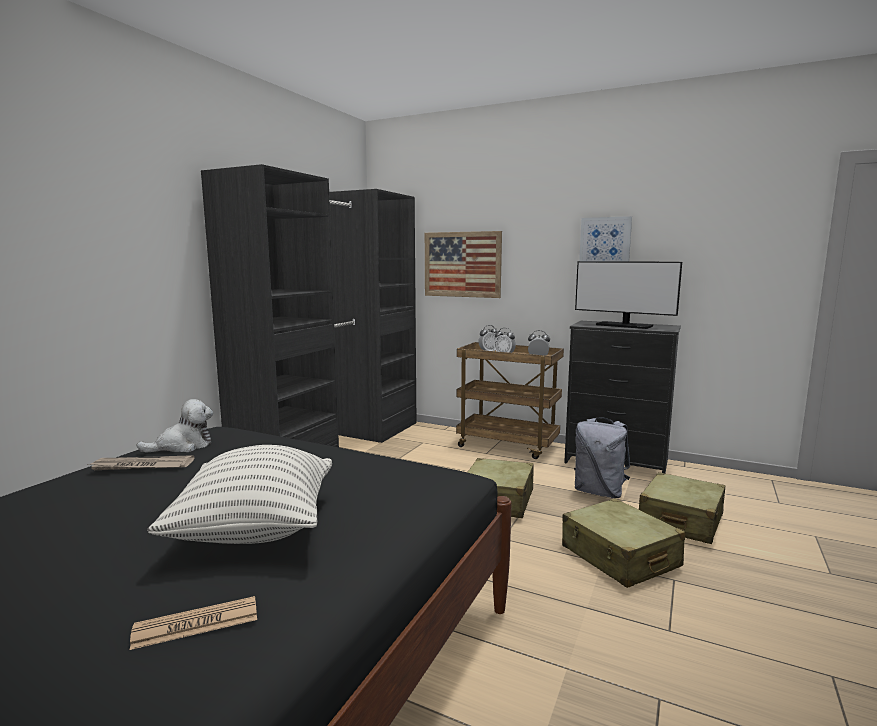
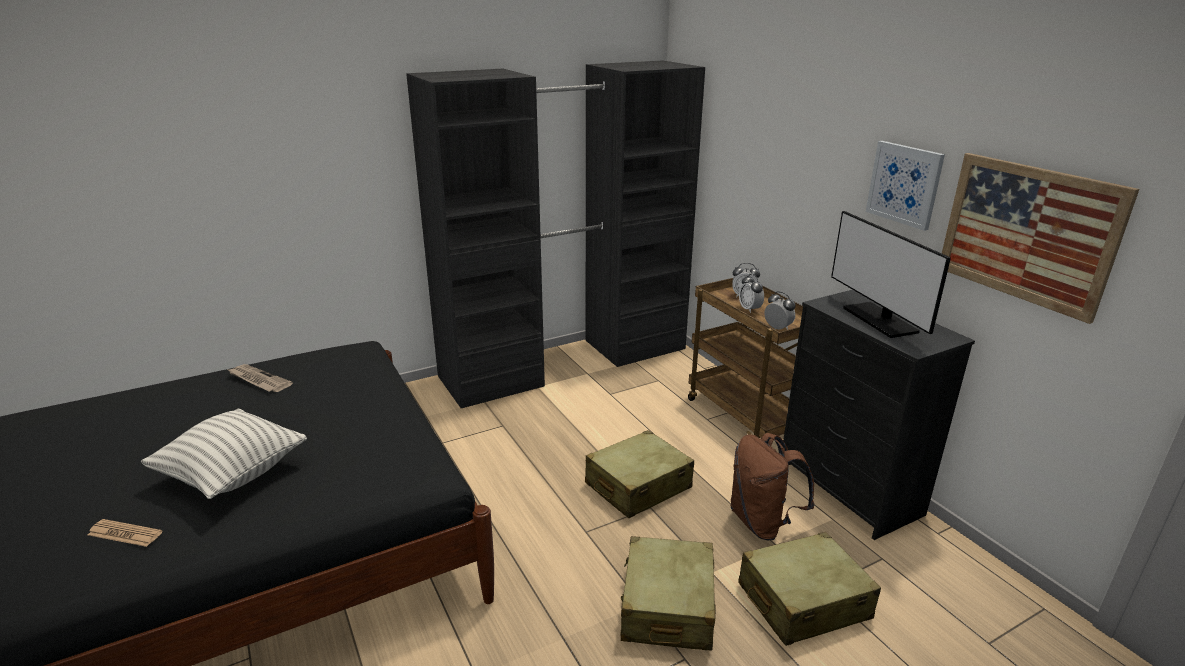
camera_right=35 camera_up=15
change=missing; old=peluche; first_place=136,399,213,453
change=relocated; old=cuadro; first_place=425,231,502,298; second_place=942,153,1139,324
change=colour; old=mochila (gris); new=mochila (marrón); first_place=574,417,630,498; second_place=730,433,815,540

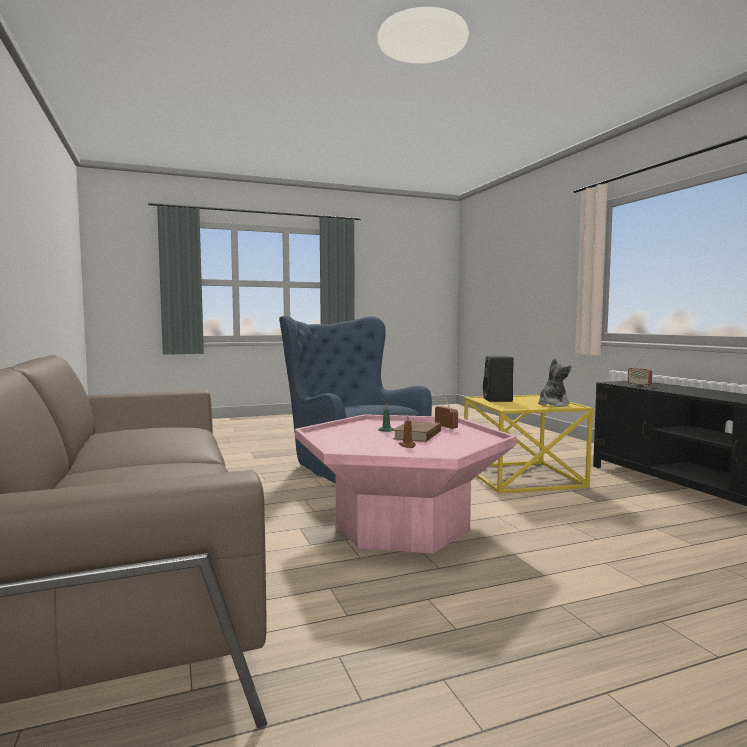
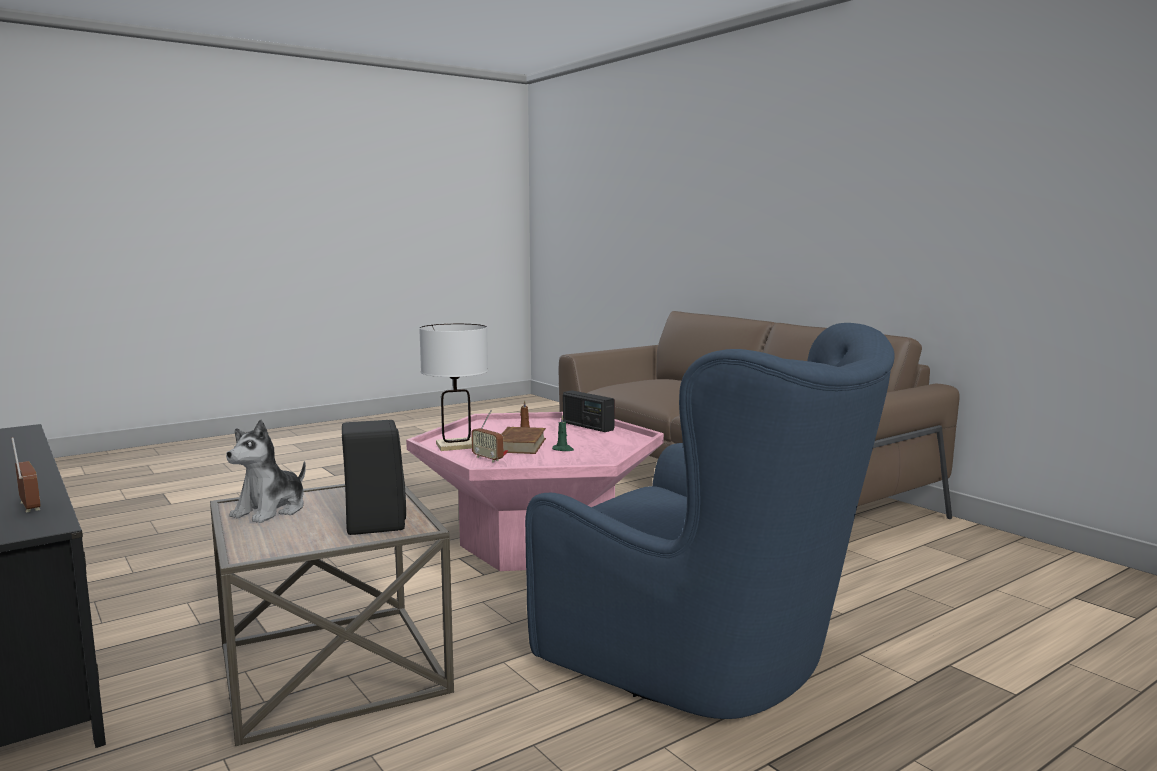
camera_right=165 camera_up=5
change=appeared; new=lámpara de mesa (blanco); second_place=419,323,488,451
change=appeared; new=radio; second_place=563,390,615,432
change=colour; old=mesa auxiliar (amarillo); new=mesa auxiliar (marrón); first_place=464,395,593,494; second_place=210,484,454,746

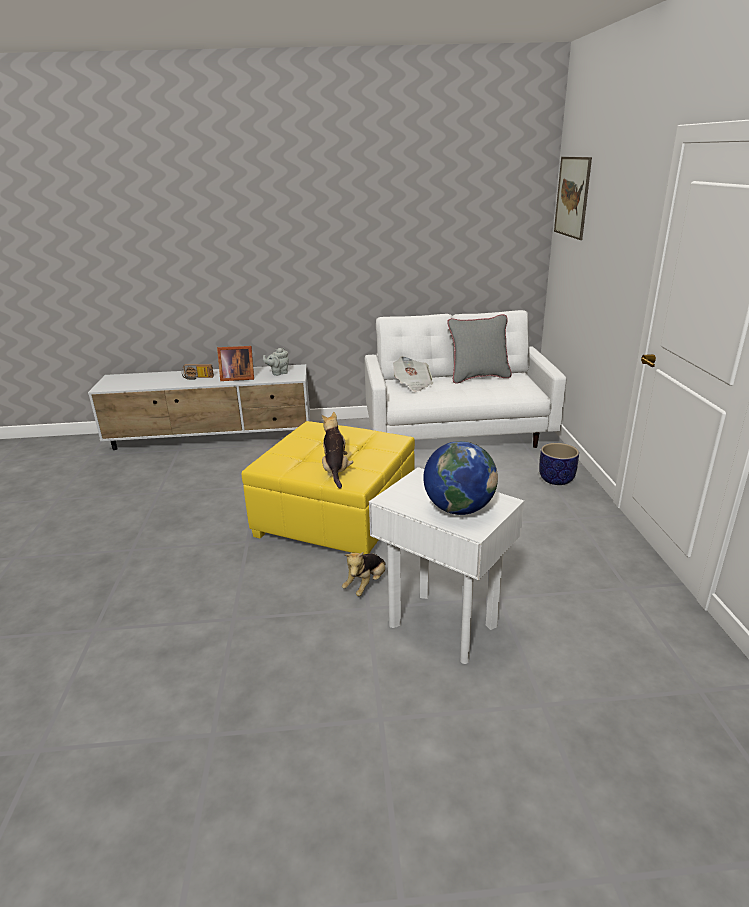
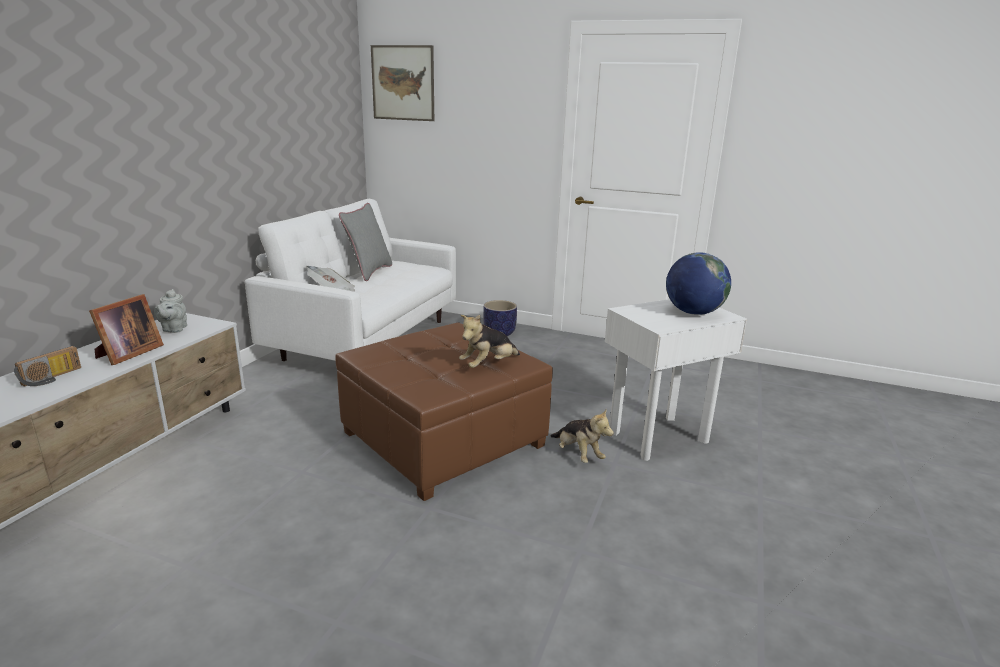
camera_right=-65 camera_up=-5
change=colour; old=puf (amarillo); new=puf (marrón); first_place=242,421,415,554; second_place=335,322,553,501
change=spun; old=peluche; first_place=322,412,353,489; second_place=459,315,520,368; degrees=-60

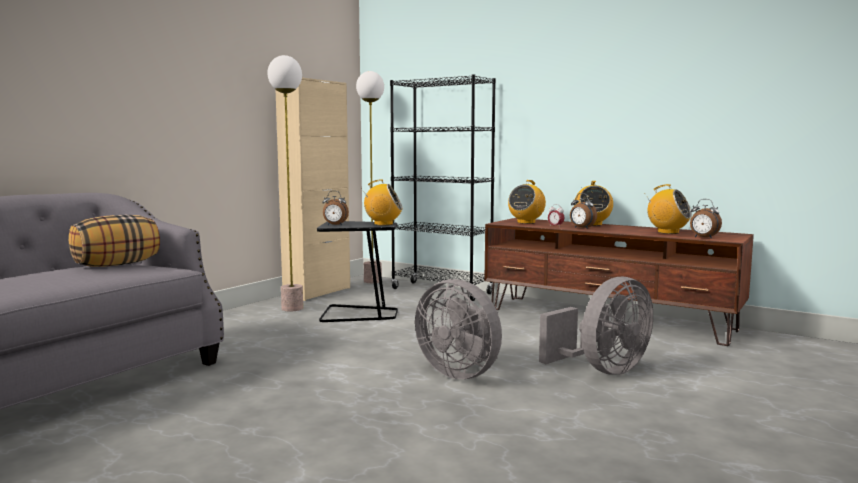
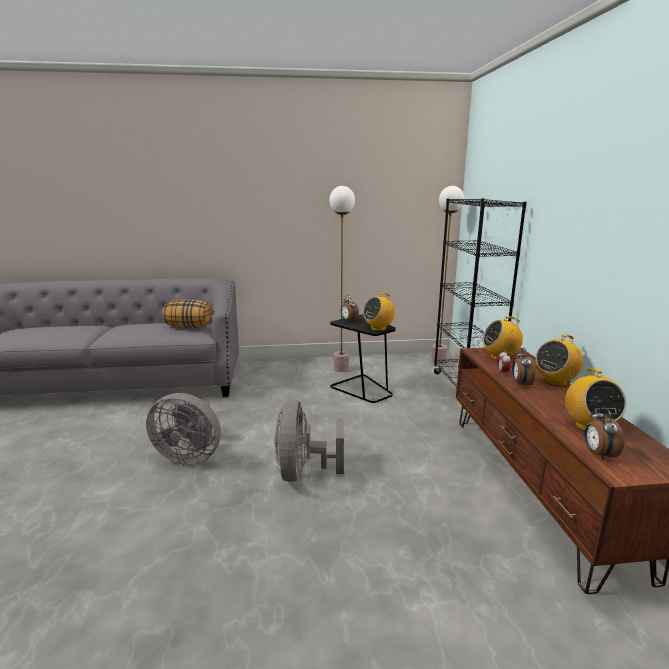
camera_right=50 camera_up=10
change=missing; old=armario (beis); first_place=276,78,350,301
change=relocated; old=ventilador (gris); first_place=539,277,653,375; second_place=146,393,221,465
change=spun; old=radio; first_place=361,180,403,226; second_place=363,293,395,331; degrees=90

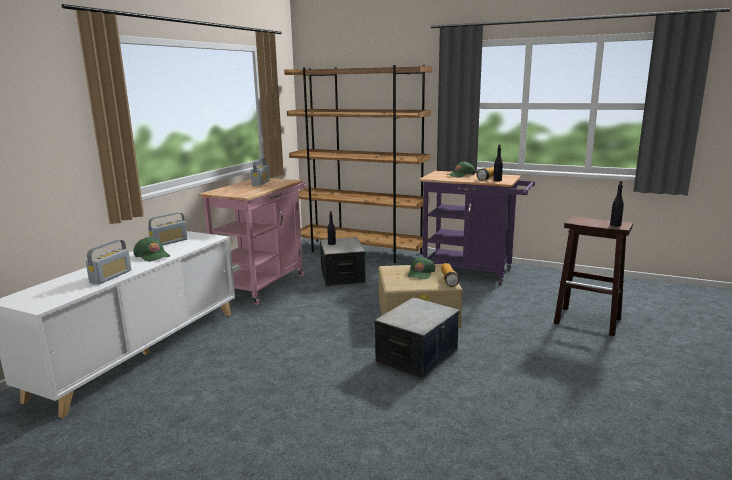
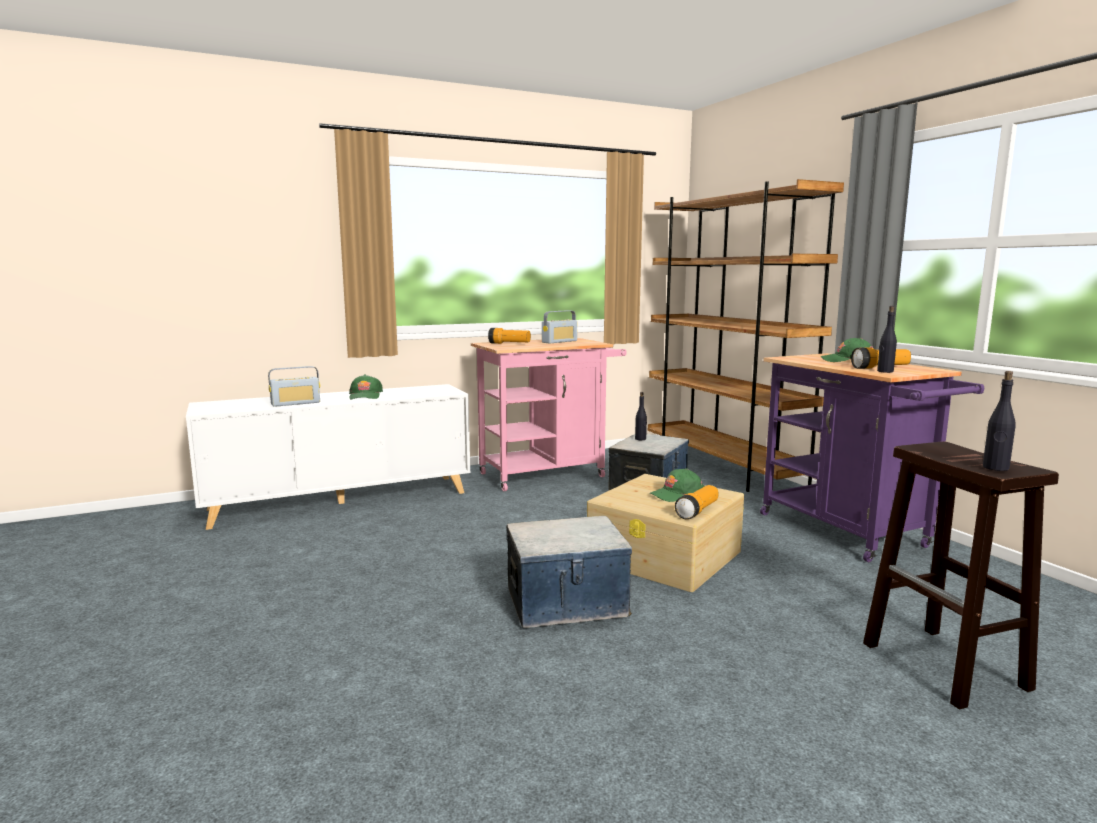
camera_right=40 camera_up=-5
change=missing; old=radio; first_place=148,212,188,246
change=appeared; new=linterna; second_place=488,328,531,344

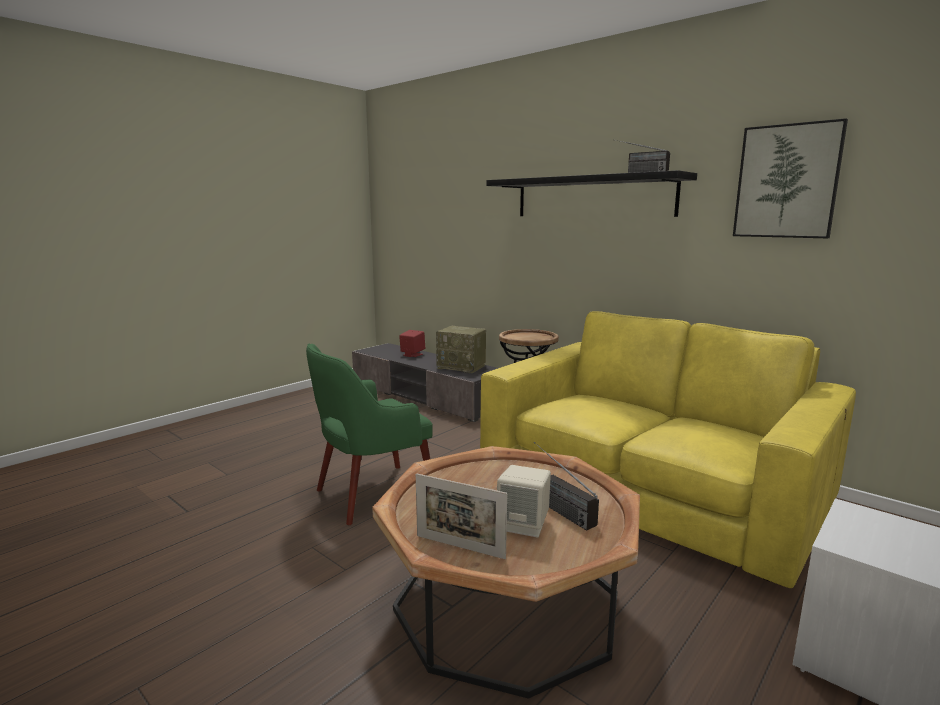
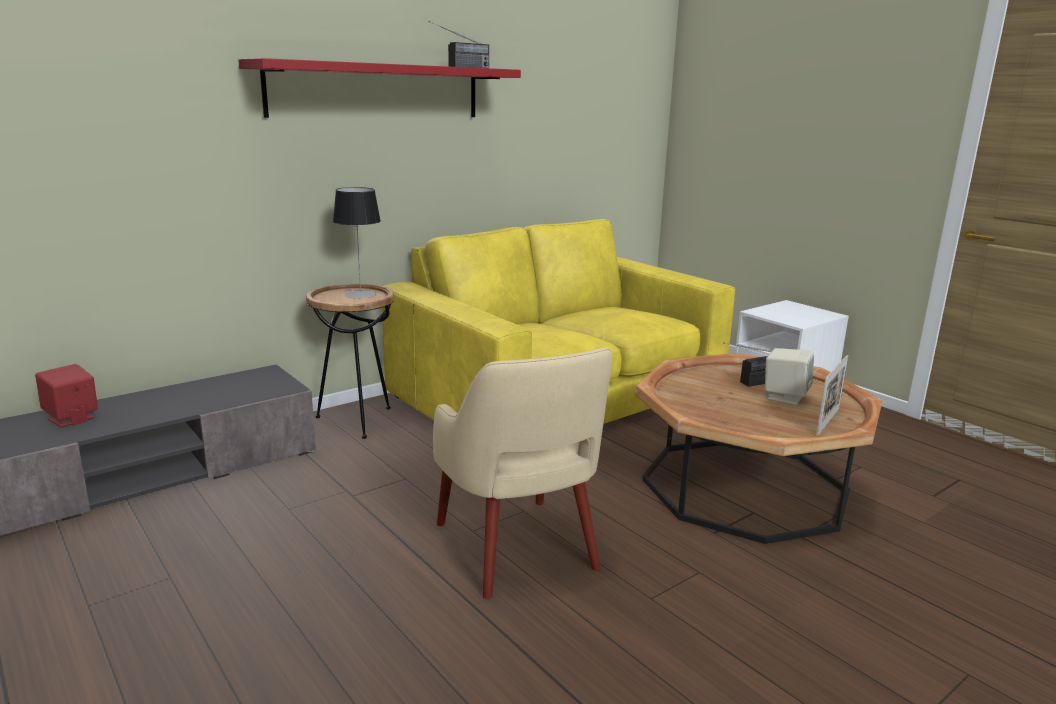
camera_right=-80 camera_up=5
change=missing; old=radio; first_place=436,326,486,373
change=missing; old=cuadro; first_place=733,118,848,238
change=appeared; new=lámpara de mesa; second_place=333,187,381,298
change=colour; old=sillón (verde); new=sillón (beis); first_place=306,344,433,525; second_place=433,348,612,599
change=colour; old=estante (negro); new=estante (rojo); first_place=486,170,697,217; second_place=238,58,521,118

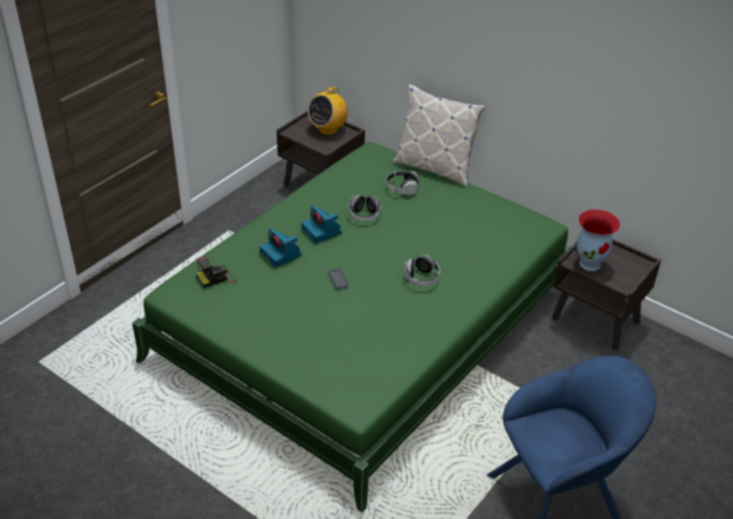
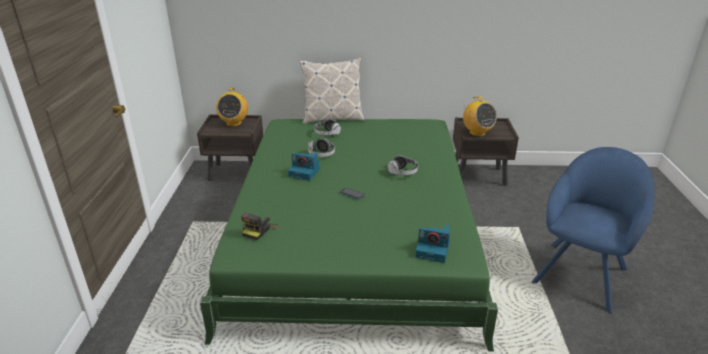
camera_right=-35 camera_up=-10
change=relocated; old=cámara; first_place=260,228,302,268; second_place=415,225,450,263
change=exchanged; old=florero; new=radio; first_place=577,209,621,271; second_place=463,96,497,136

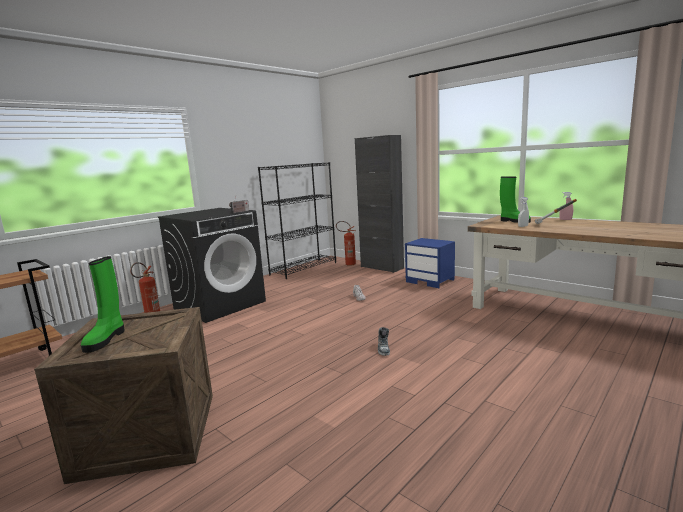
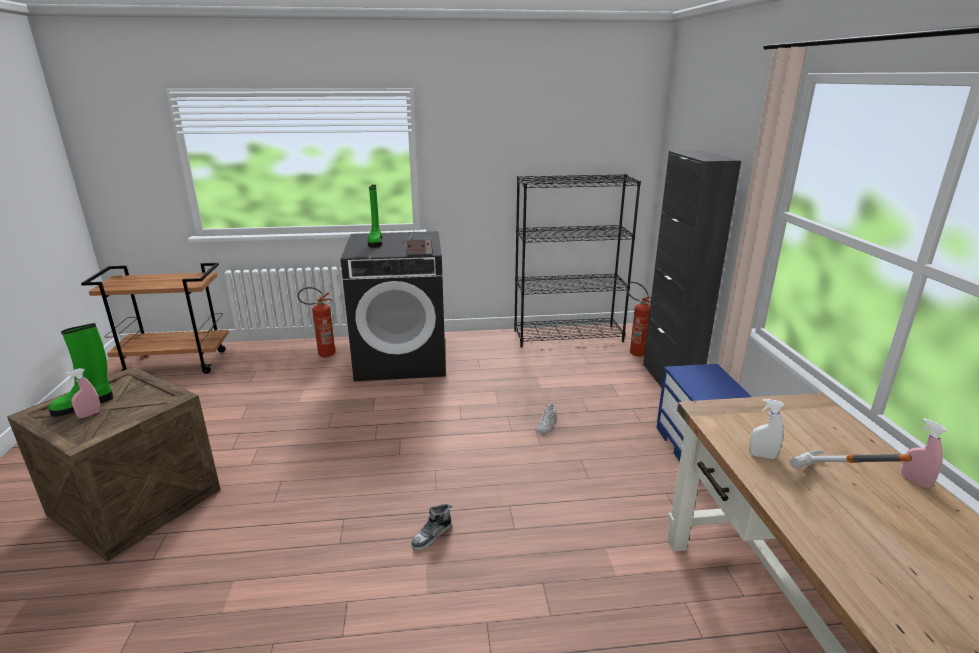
camera_right=40 camera_up=10
change=appeared; new=pulverizador (rosa); second_place=65,368,101,418
change=relocated; old=bota (verde); first_place=500,176,531,223; second_place=368,185,382,247

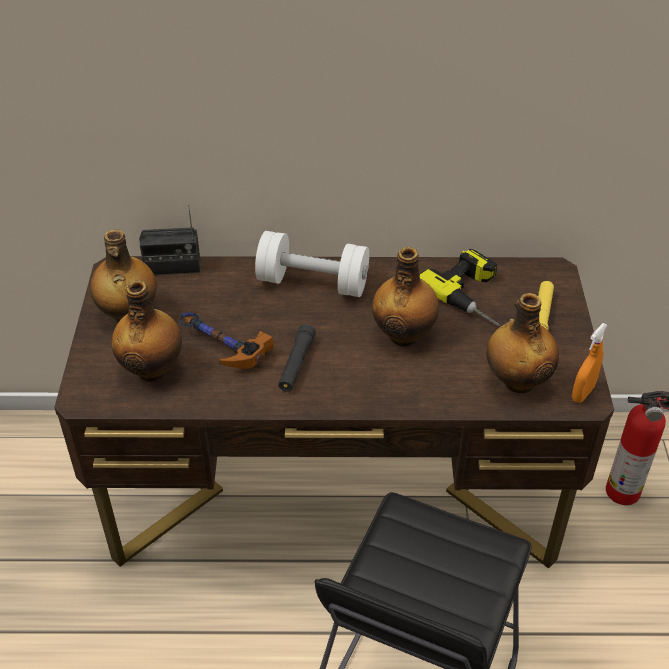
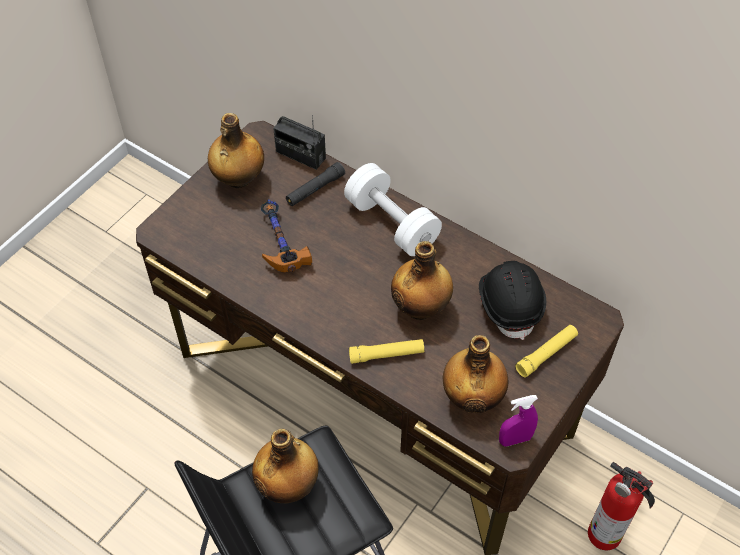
camera_right=35 camera_up=10
change=appeared; new=linterna (amarillo); second_place=349,339,424,364
change=relocated; old=botella; first_place=111,280,182,382; second_place=252,429,319,504
change=relocated; old=linterna (negro); first_place=278,324,316,392; second_place=286,162,345,206
change=exchanged; old=taladro; new=casco (negro); first_place=419,249,500,326; second_place=479,261,546,340
change=colour; old=pulverizador (naranja); new=pulverizador (morado); first_place=572,323,607,403; second_place=499,395,538,447

